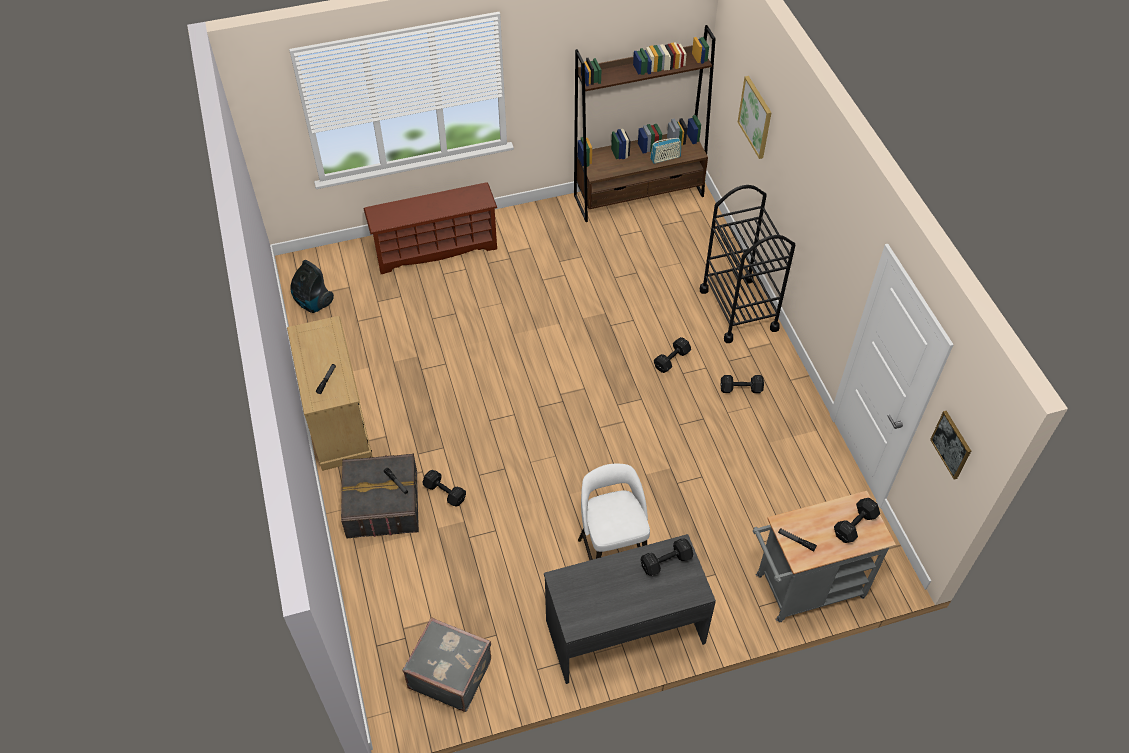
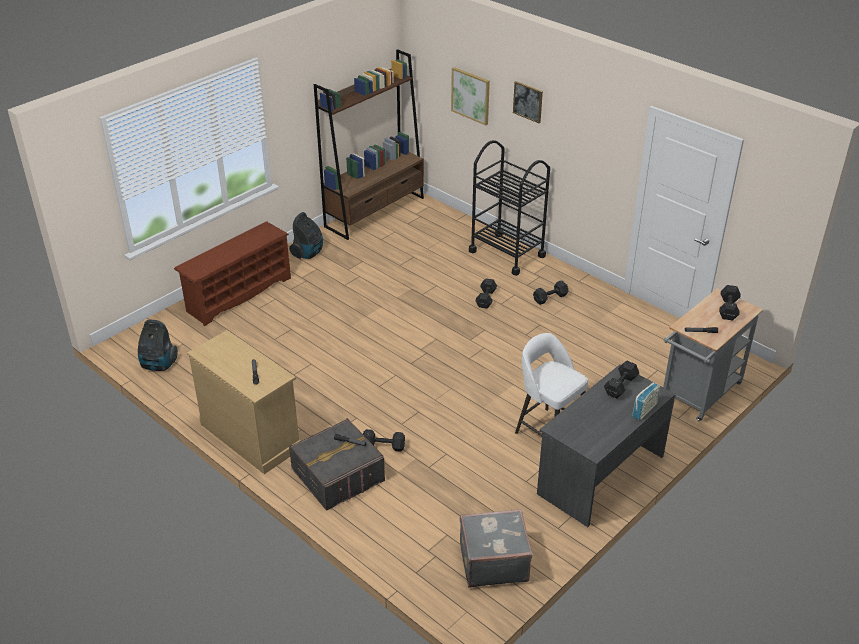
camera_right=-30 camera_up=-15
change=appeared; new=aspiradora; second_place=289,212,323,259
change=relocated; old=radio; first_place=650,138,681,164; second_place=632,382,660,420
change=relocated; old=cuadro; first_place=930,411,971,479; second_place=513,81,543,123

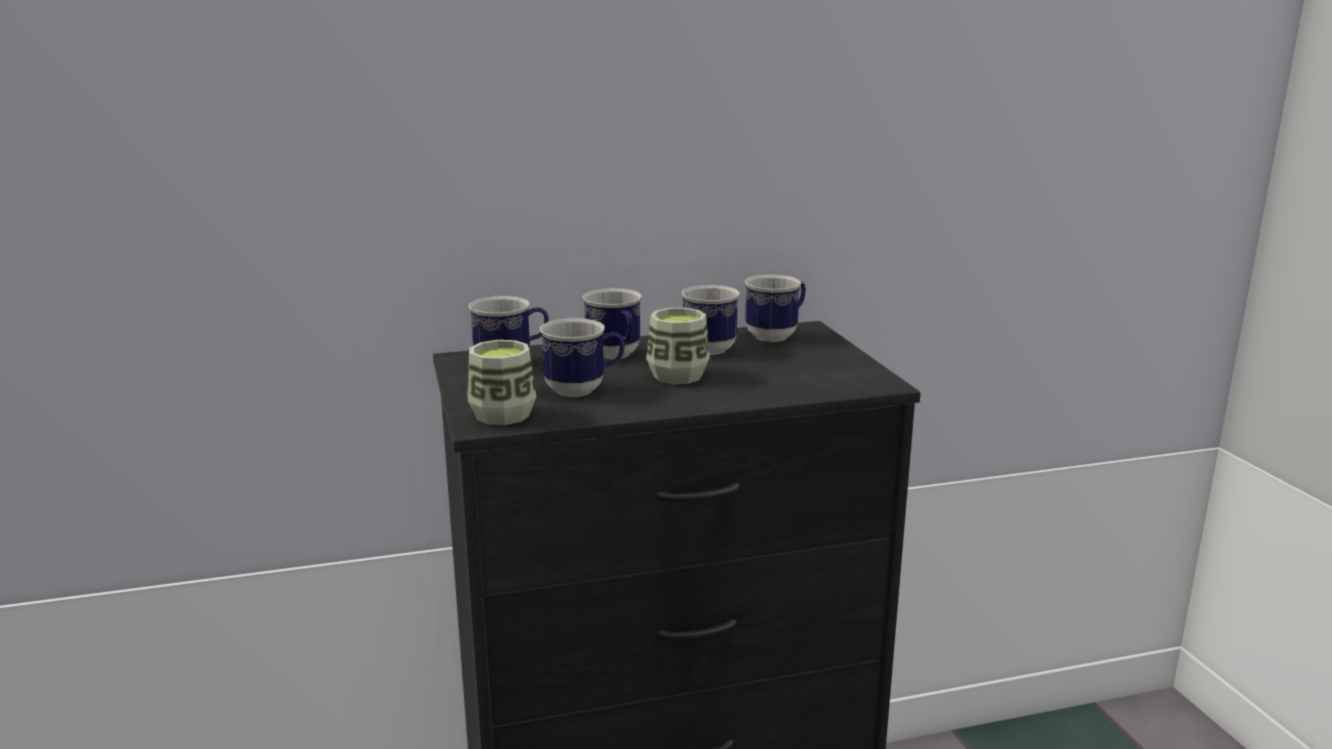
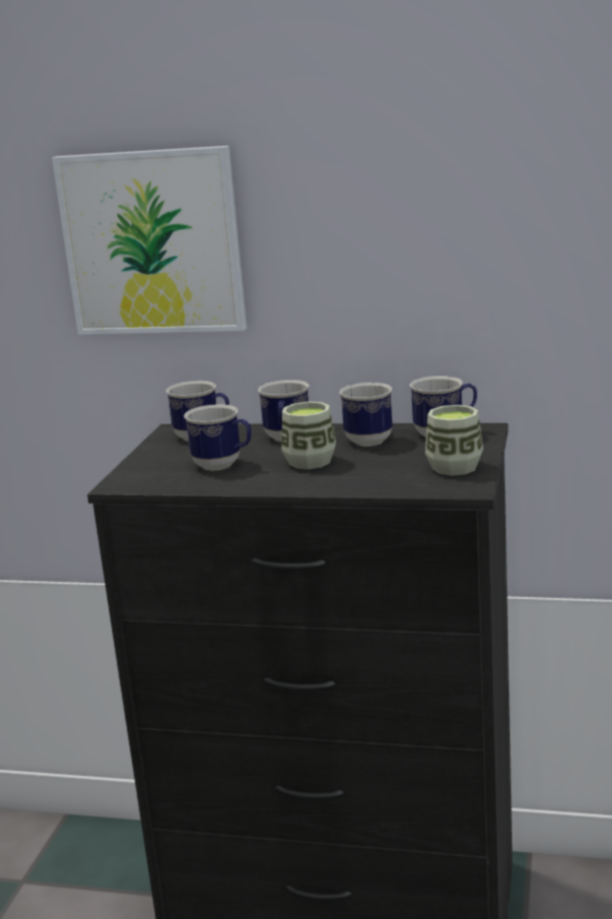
camera_right=30 camera_up=0
change=appeared; new=cuadro; second_place=52,146,247,335
change=relocated; old=taza; first_place=467,340,536,425; second_place=425,405,483,476

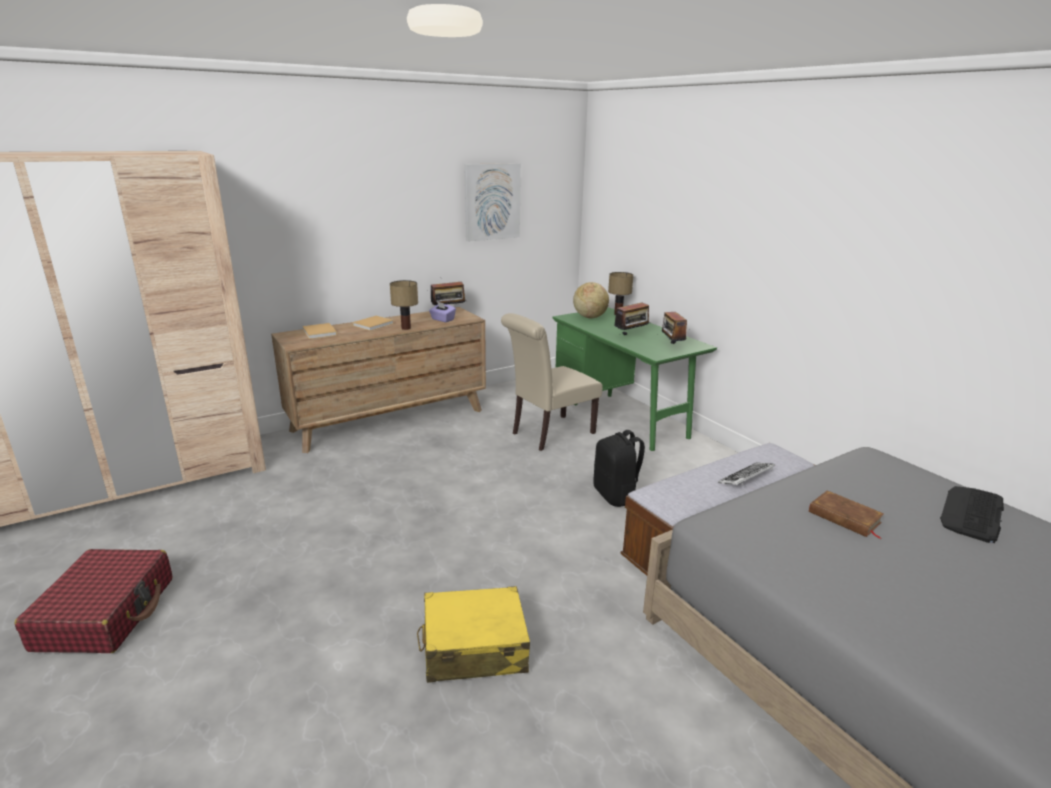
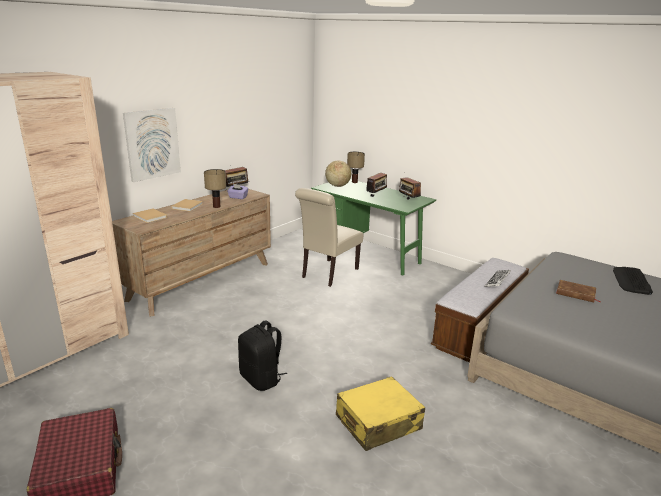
camera_right=-20 camera_up=0
change=relocated; old=cuadro; first_place=464,163,521,242; second_place=123,108,181,182
change=relocated; old=mochila (negro); first_place=593,430,645,507; second_place=238,320,287,391

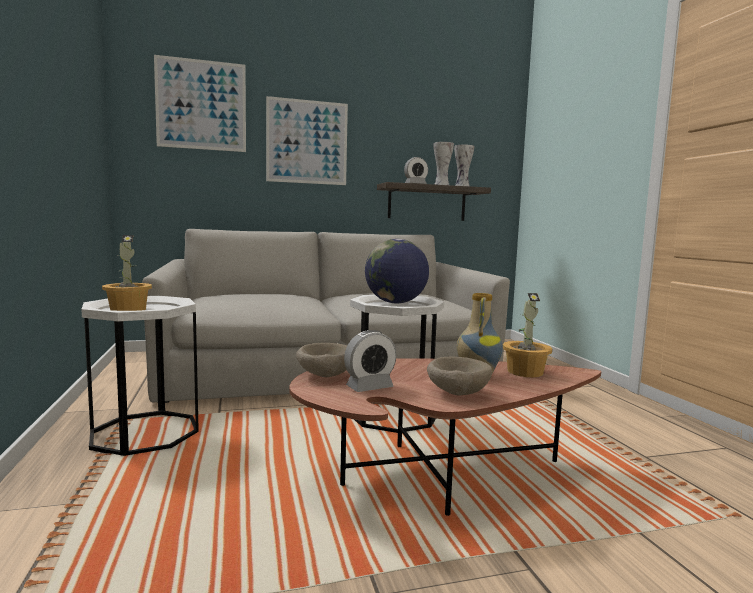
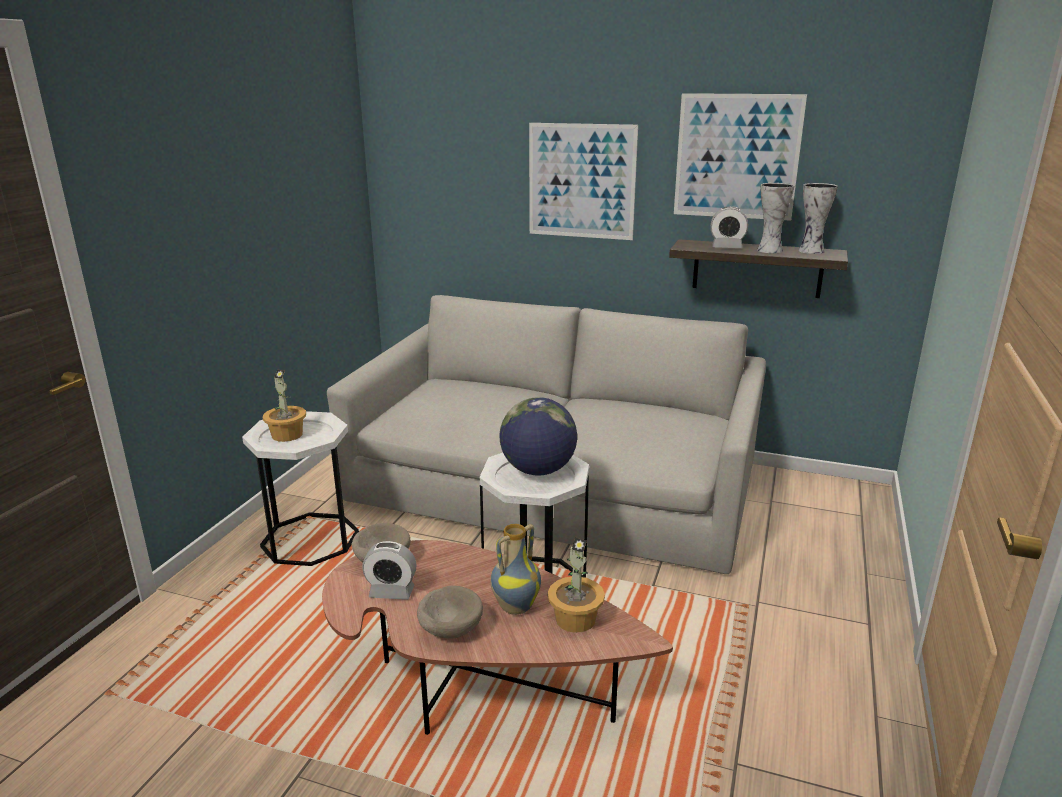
camera_right=35 camera_up=15
change=relocated; old=cuadro; first_place=154,55,246,152; second_place=674,93,807,221

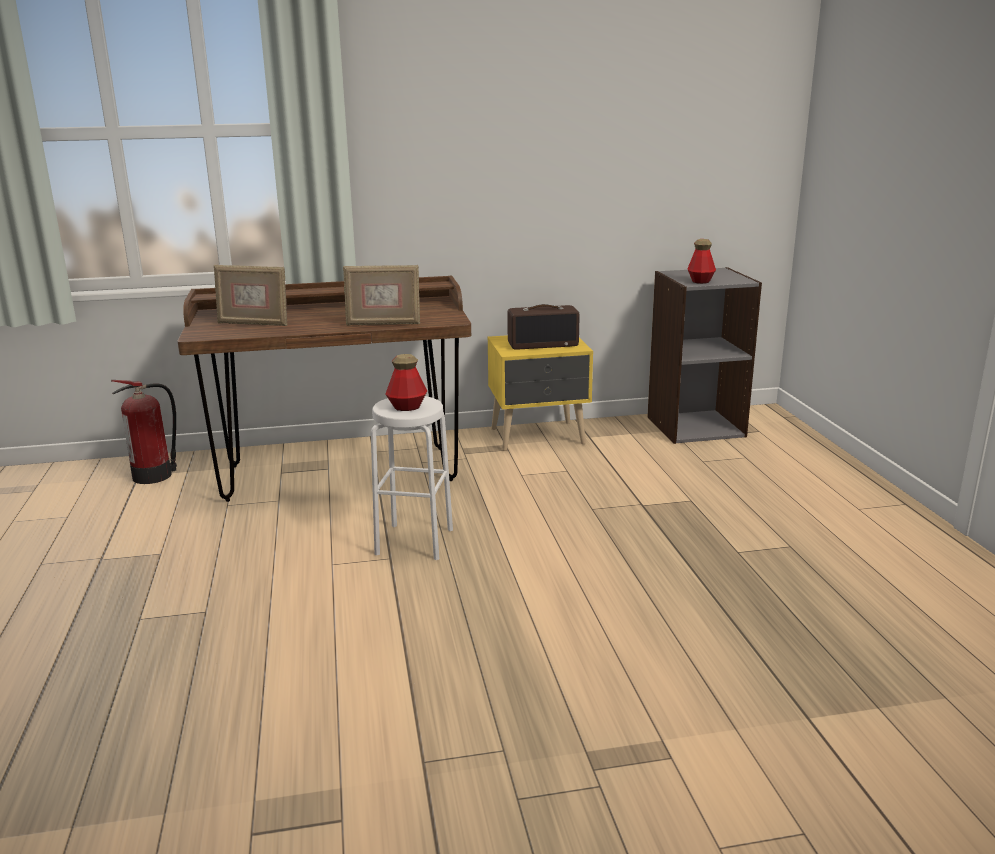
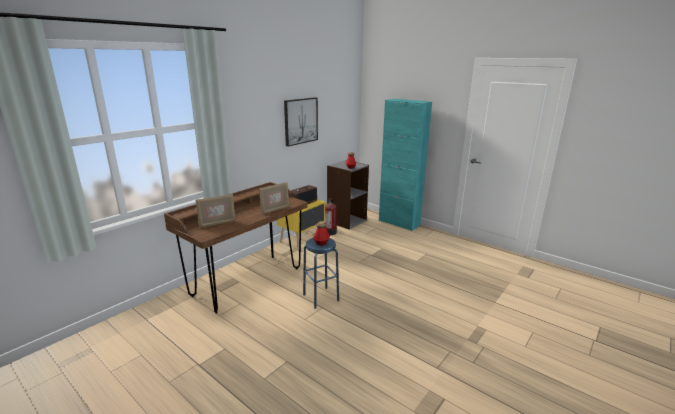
camera_right=-40 camera_up=0
change=appeared; new=cuadro; second_place=284,97,318,146
change=appeared; new=armario (turquesa); second_place=379,99,432,231
change=relocated; old=extintor; first_place=111,380,177,484; second_place=325,198,337,235
change=colour; old=taburete (blanco); new=taburete (azul); first_place=371,396,453,560; second_place=303,238,339,309

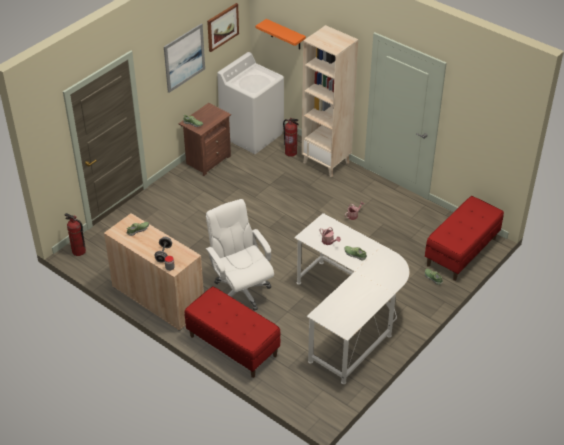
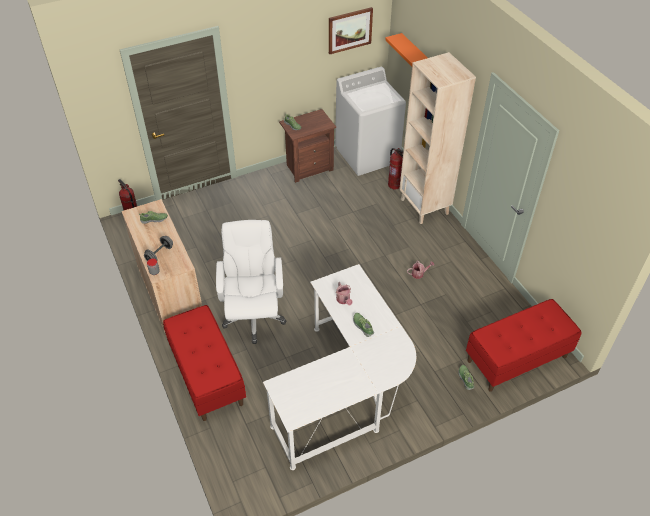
camera_right=25 camera_up=5
change=missing; old=cuadro; first_place=164,23,205,93

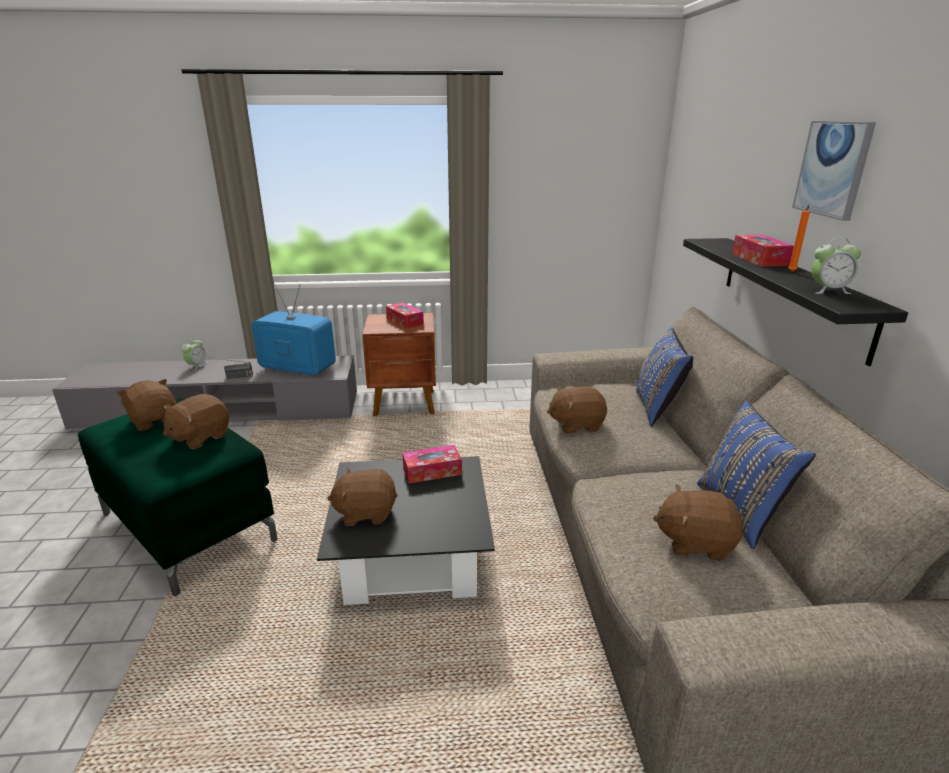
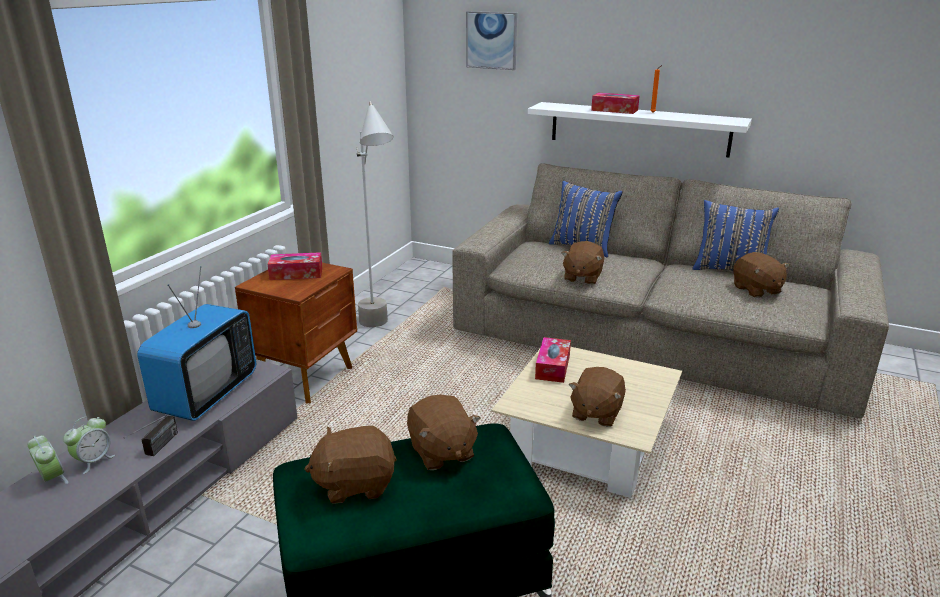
camera_right=-60 camera_up=0
change=appeared; new=lámpara de pie (gris); second_place=357,101,394,327
change=relocated; old=cuadro; first_place=792,121,876,221; second_place=466,11,517,70
change=relocated; old=despertador; first_place=811,237,861,294; second_place=63,417,115,474
change=colour; old=mesa de centro (negro); new=mesa de centro (beis); first_place=317,456,495,605; second_place=492,347,682,498
change=colour; old=estante (negro); new=estante (blanco); first_place=683,238,908,366; second_place=528,102,752,158
change=spun; old=televisor; first_place=251,281,336,375; second_place=137,266,256,421; degrees=150
change=spun; old=peluche (marrón); first_place=653,484,742,561; second_place=733,252,790,298; degrees=-60

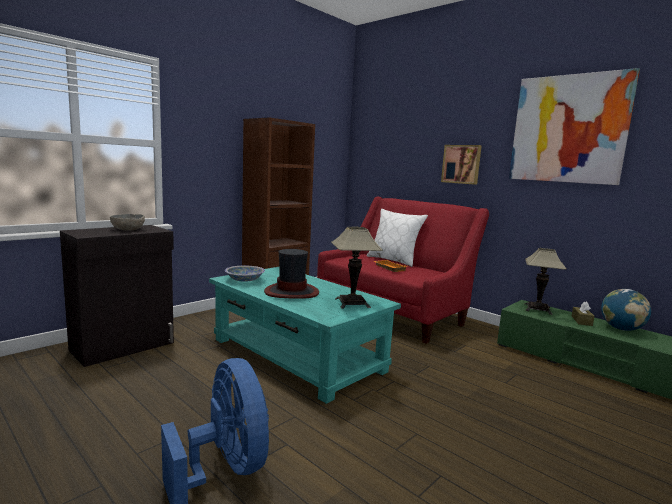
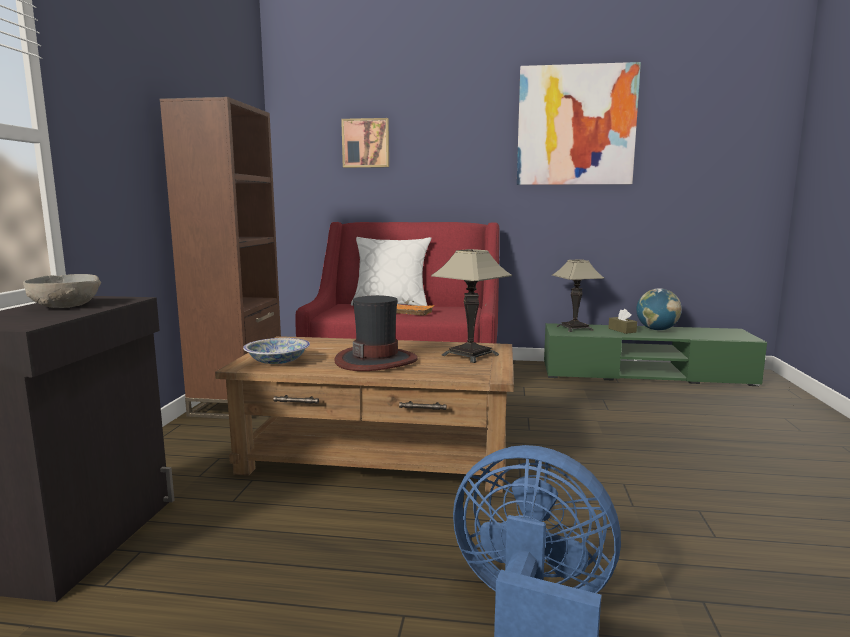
camera_right=-35 camera_up=0
change=relocated; old=cuadro; first_place=441,145,482,185; second_place=341,118,389,168
change=colour; old=mesa de centro (turquesa); new=mesa de centro (marrón); first_place=209,267,401,404; second_place=215,336,514,493

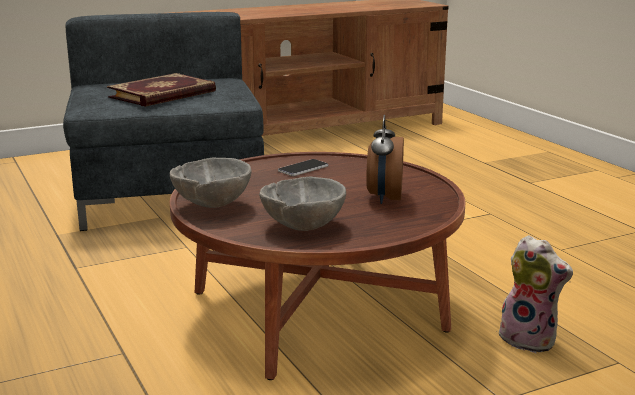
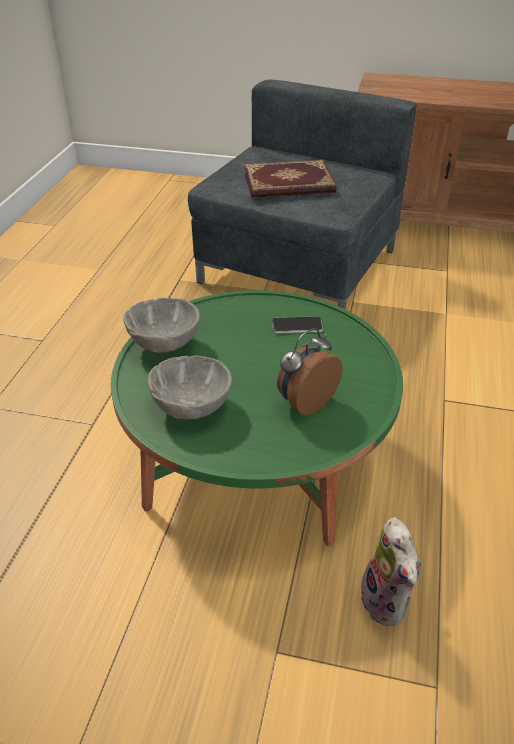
camera_right=40 camera_up=20
change=colour; old=mesa de centro (marrón); new=mesa de centro (verde); first_place=170,152,465,380; second_place=111,290,403,547

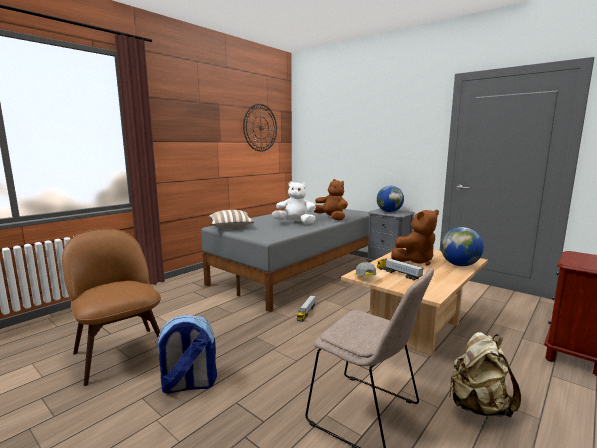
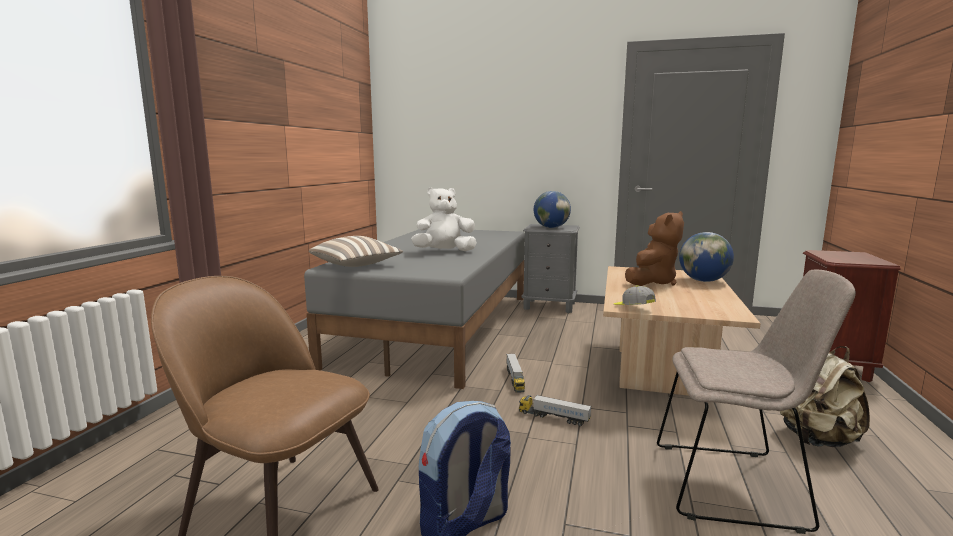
camera_right=-25 camera_up=0
change=missing; old=reloj de pared; first_place=243,104,277,152
change=missing; old=peluche (marrón); first_place=314,179,348,221
change=relocated; old=camión de juguete; first_place=377,258,424,280; second_place=519,395,591,426

